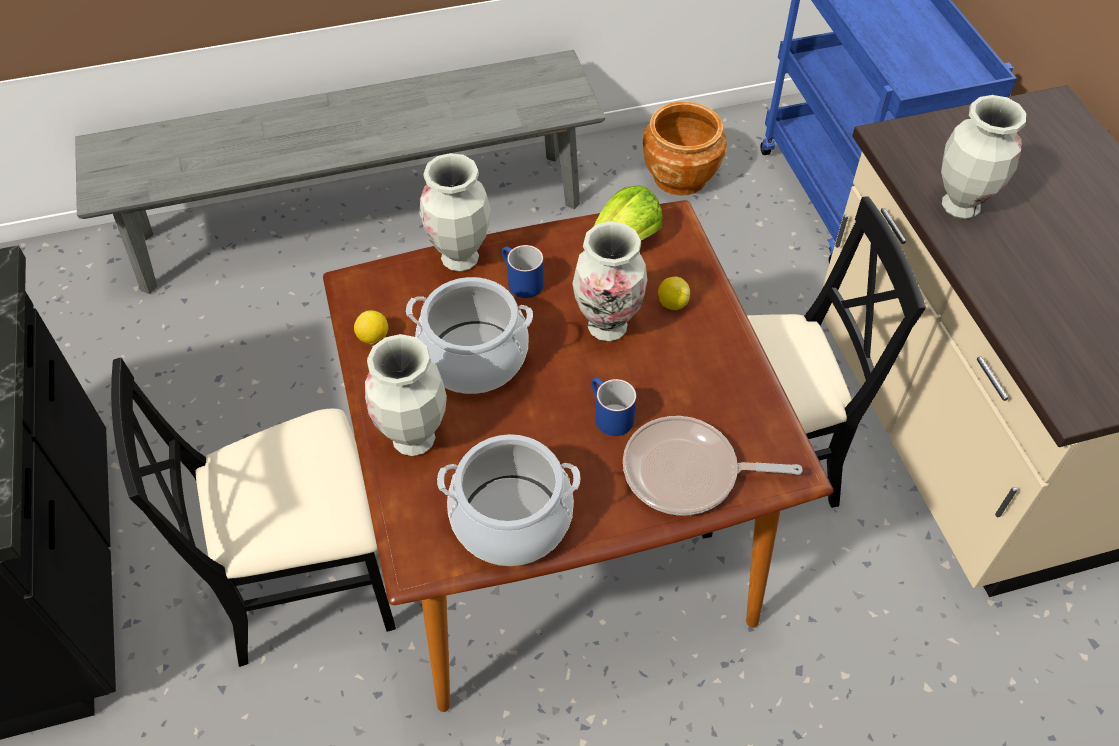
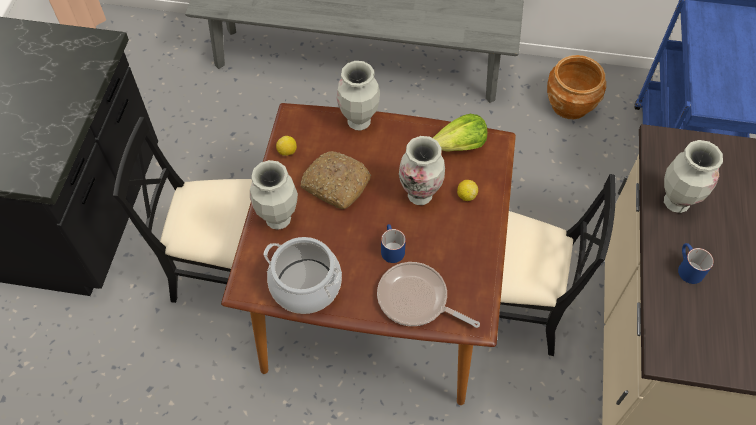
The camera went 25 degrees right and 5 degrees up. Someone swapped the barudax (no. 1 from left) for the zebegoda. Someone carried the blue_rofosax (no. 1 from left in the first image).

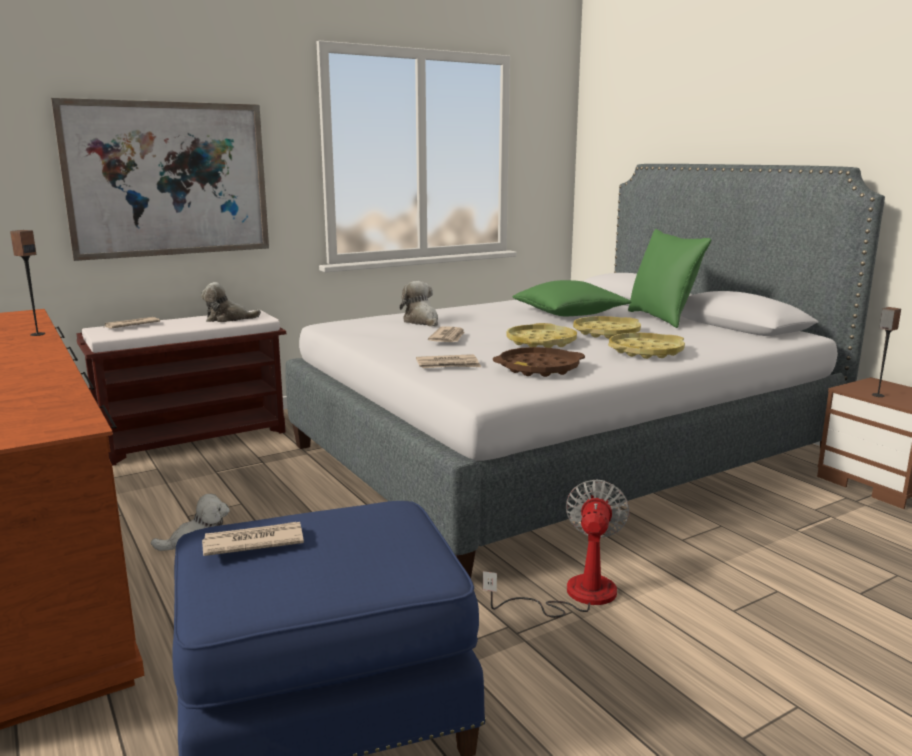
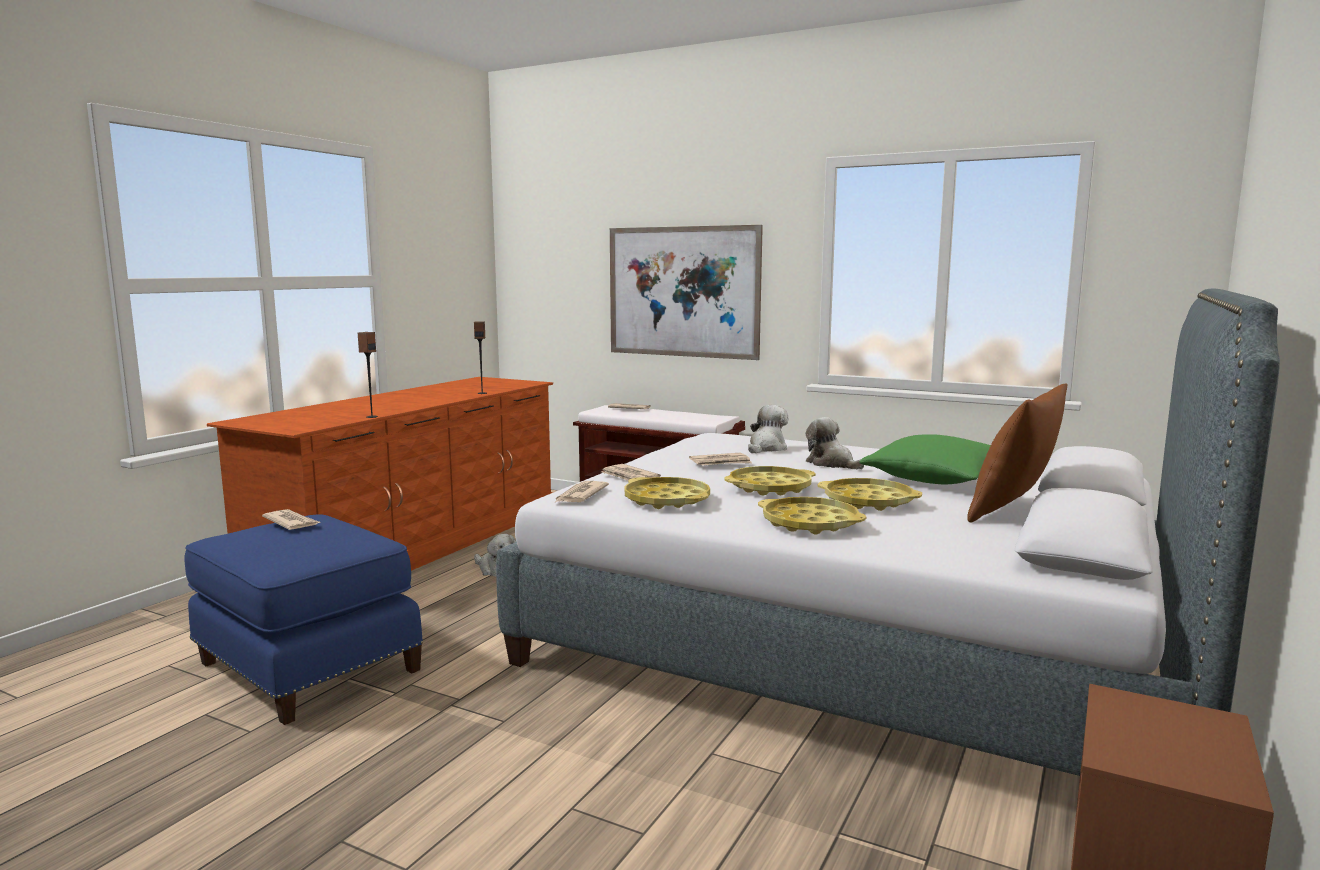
The camera went 60 degrees right and 5 degrees down. Someone carried the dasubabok (no. 2 from left in the first image). Someone took away the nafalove. Someone repainted the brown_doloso, which became the yellow_doloso (no. 1 from left). Someone repainted the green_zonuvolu (no. 2 from left), which became the brown_zonuvolu. Someone carried the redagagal (no. 2 from left in the first image). Someone put down the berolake (no. 2 from left).

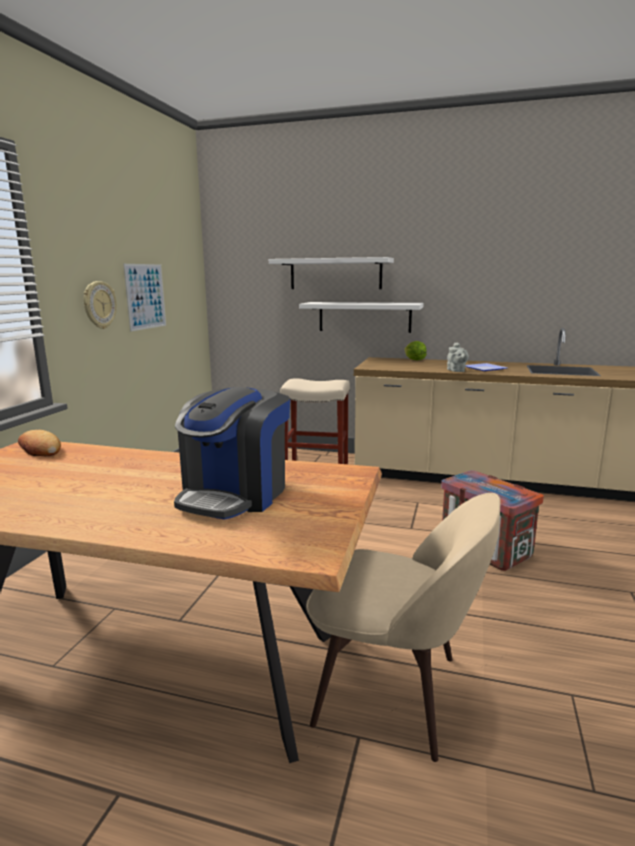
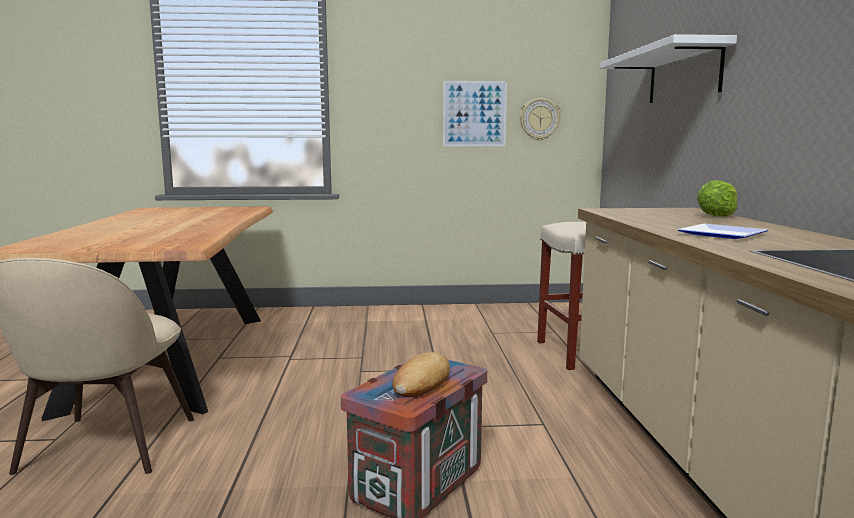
The camera went 70 degrees right and 5 degrees down. Someone carried the zebegoda. Someone carried the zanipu. Someone took away the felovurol. Someone took away the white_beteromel (no. 2 from left). Someone took away the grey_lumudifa.

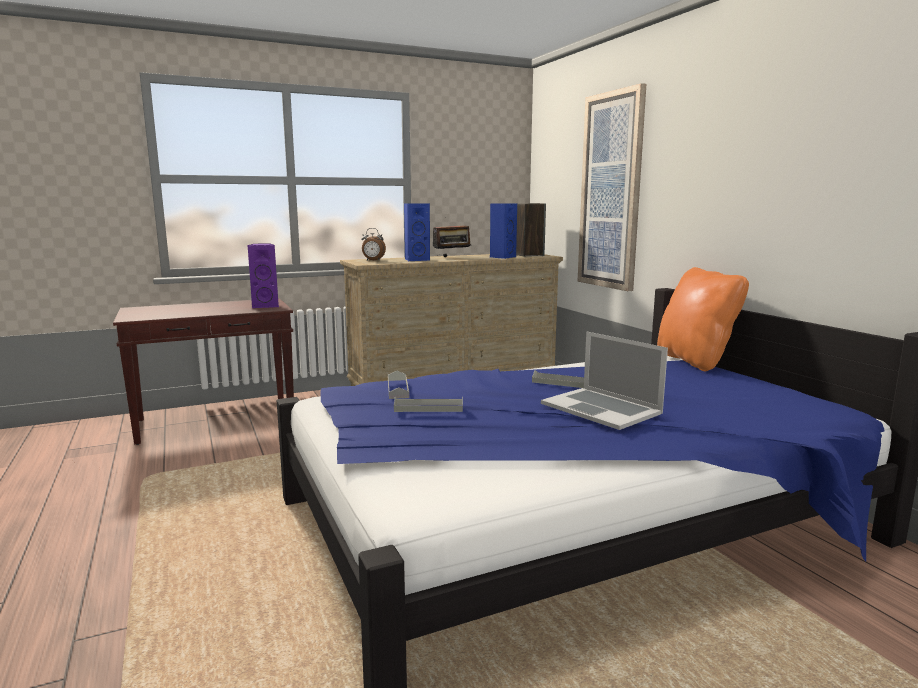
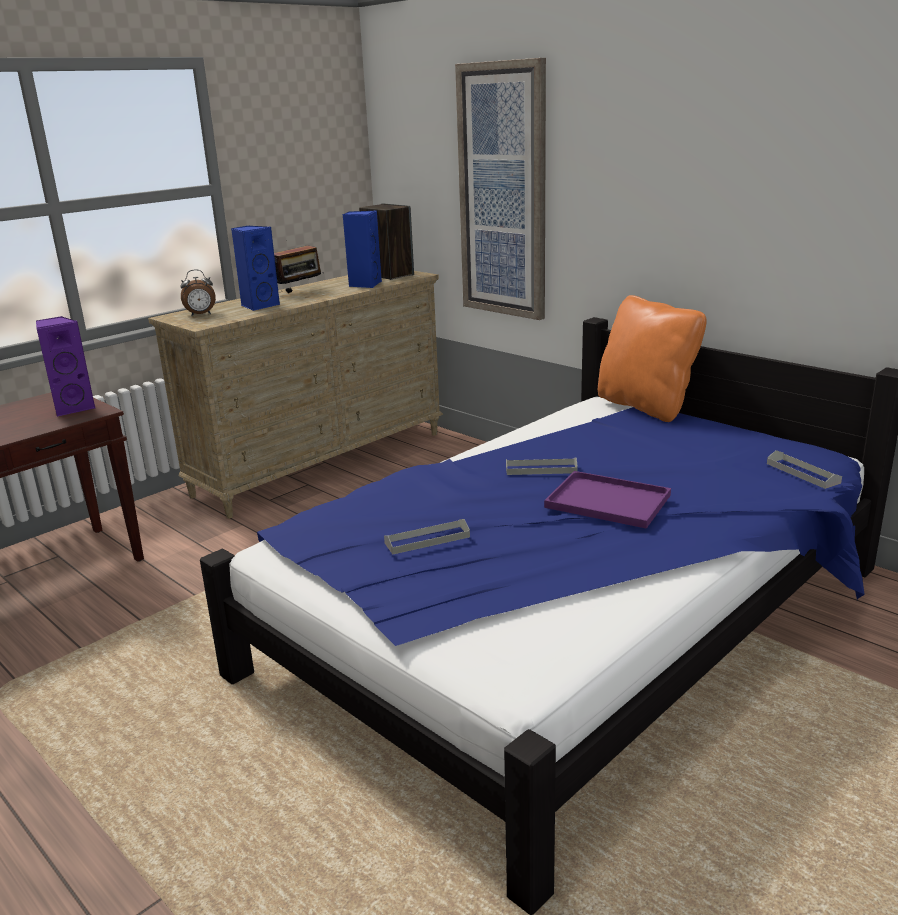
The camera went 20 degrees left and 10 degrees up. Someone carried the grey_doloso (no. 1 from left in the first image). Someone swapped the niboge for the purple_doloso.

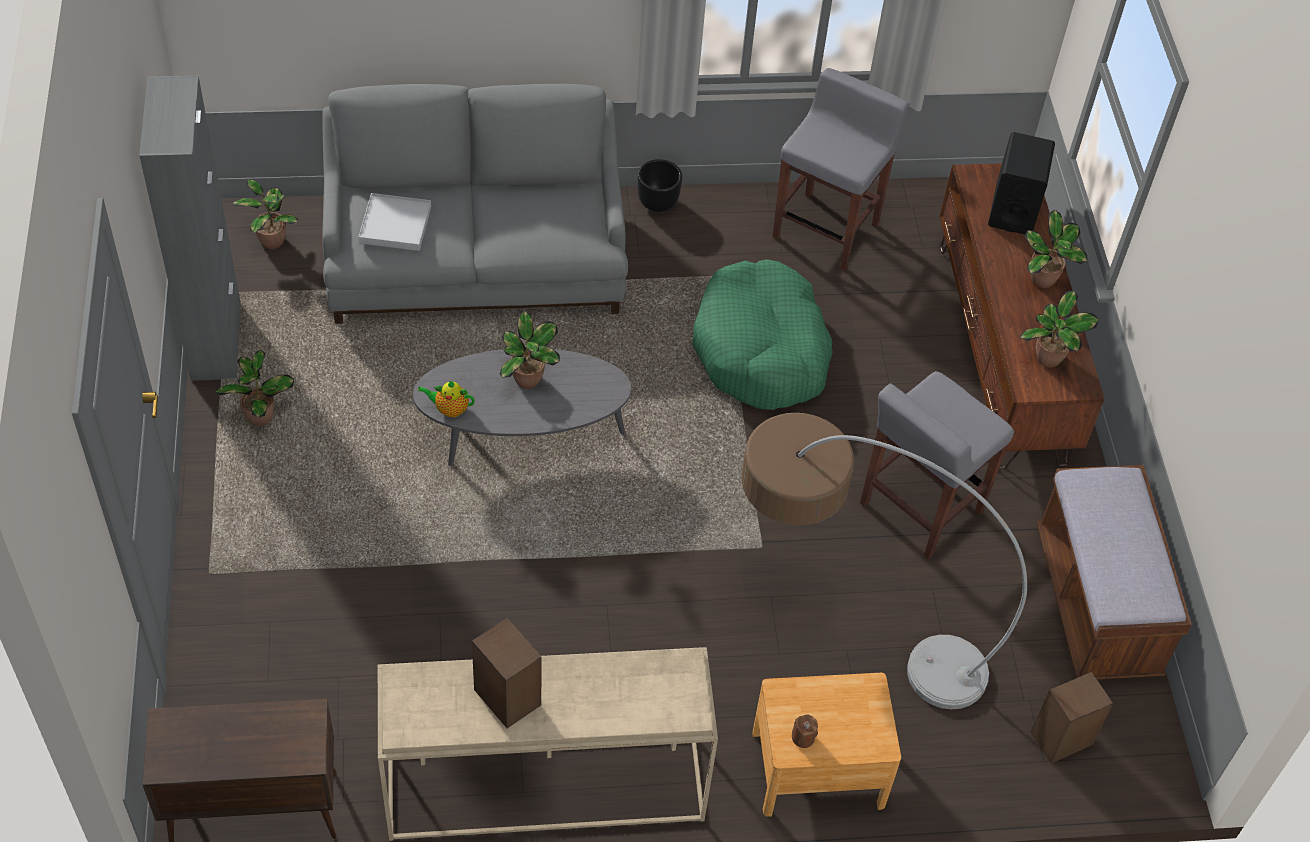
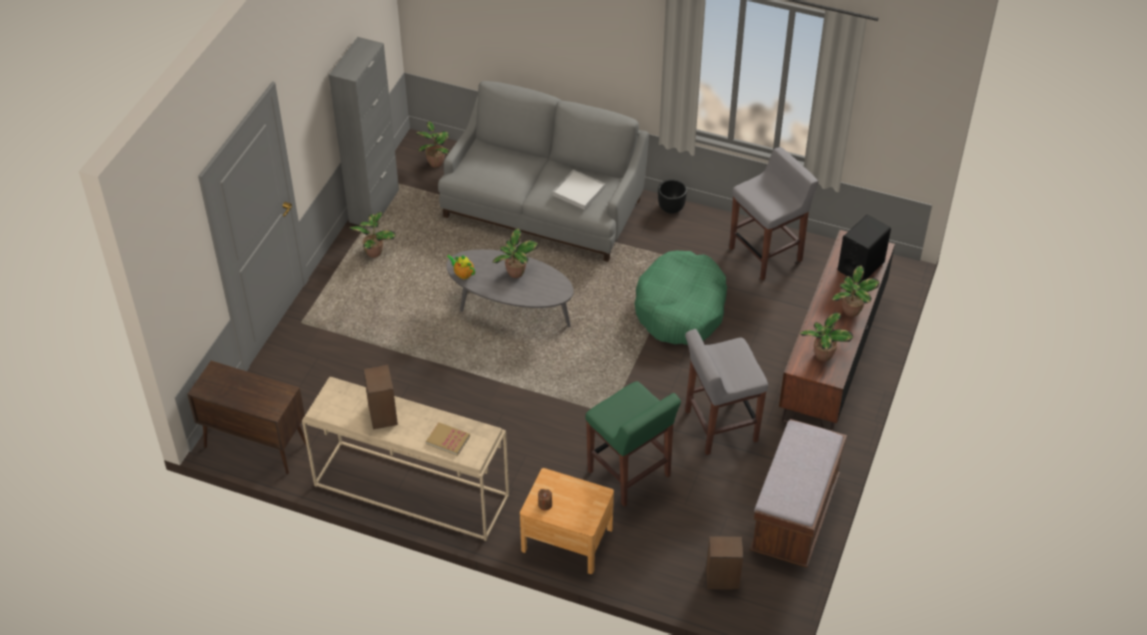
The camera went 30 degrees right and 5 degrees down. Someone carried the white_doloso. Someone swapped the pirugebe for the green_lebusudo. Someone put down the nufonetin.

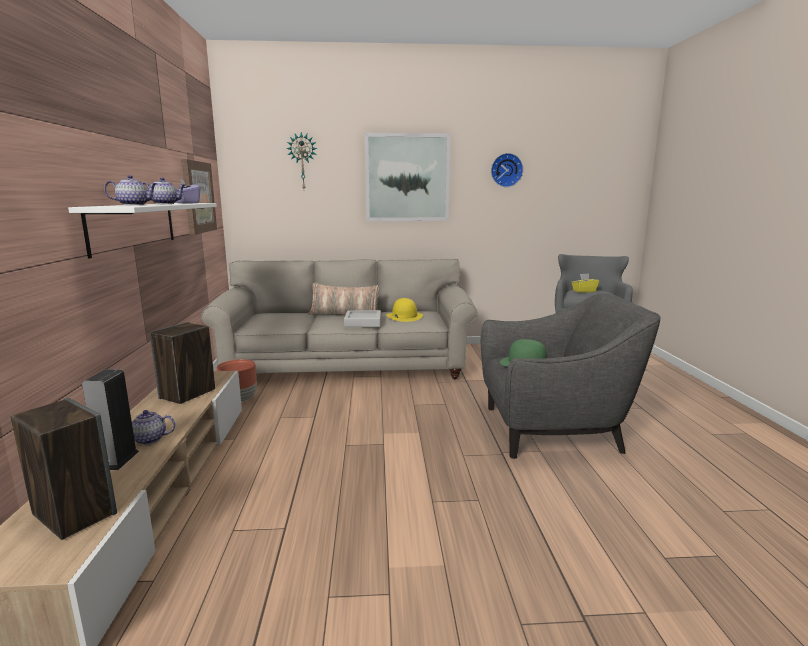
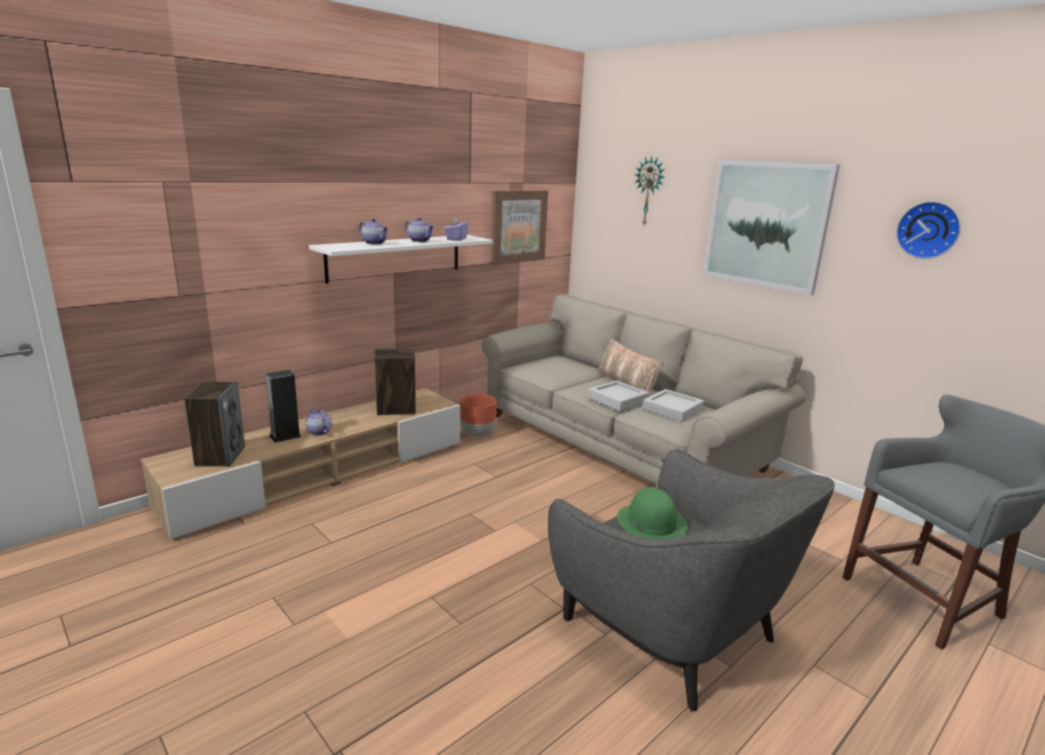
The camera went 50 degrees right and 5 degrees up. Someone swapped the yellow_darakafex for the grey_doloso (no. 2 from left). Someone took away the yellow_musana.

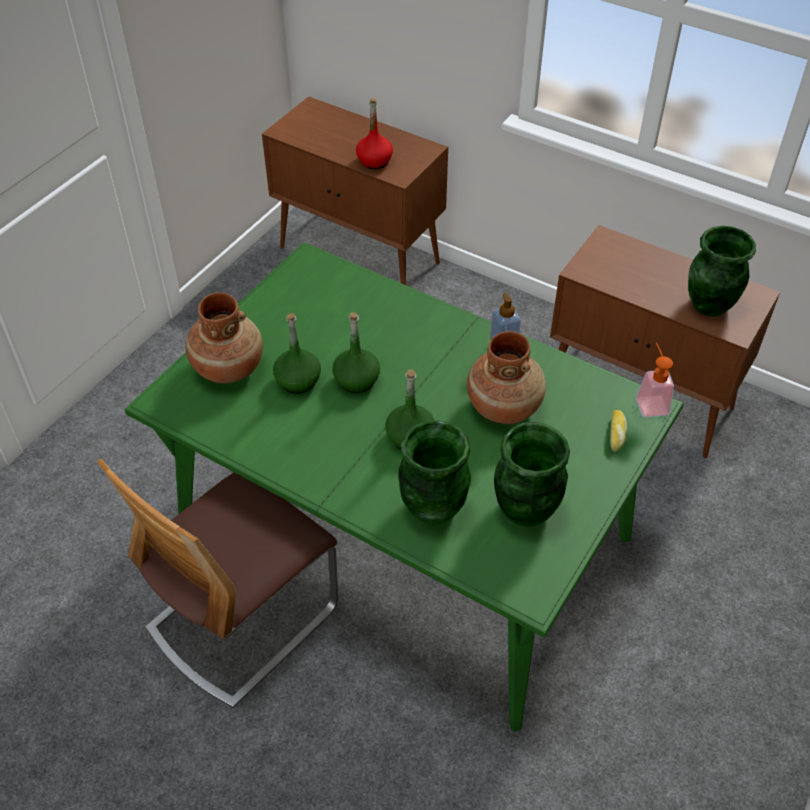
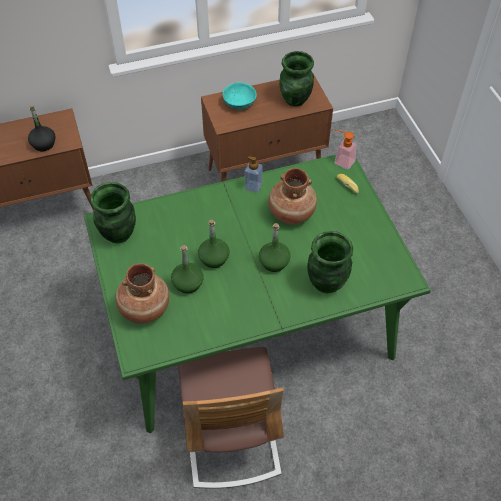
The camera went 50 degrees left and 5 degrees up. Someone repainted the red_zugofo, which became the black_zugofo. Someone carried the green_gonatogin (no. 2 from left in the first image). Someone put down the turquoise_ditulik.

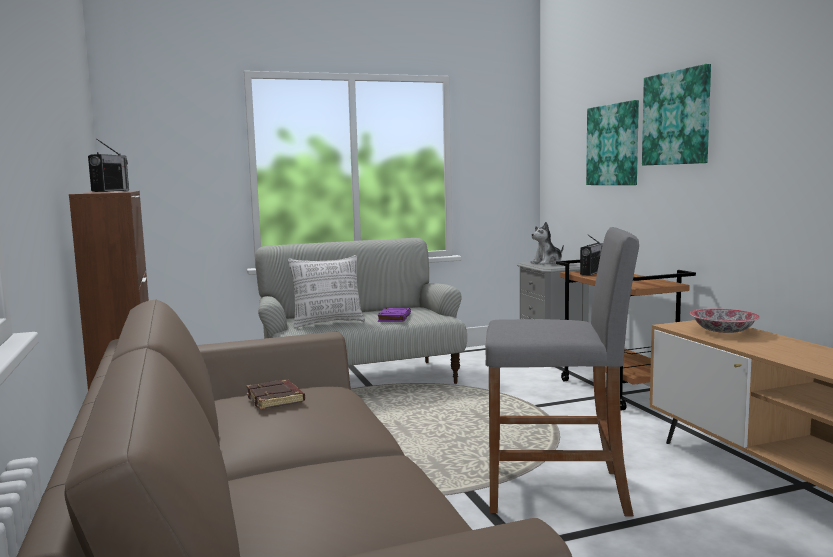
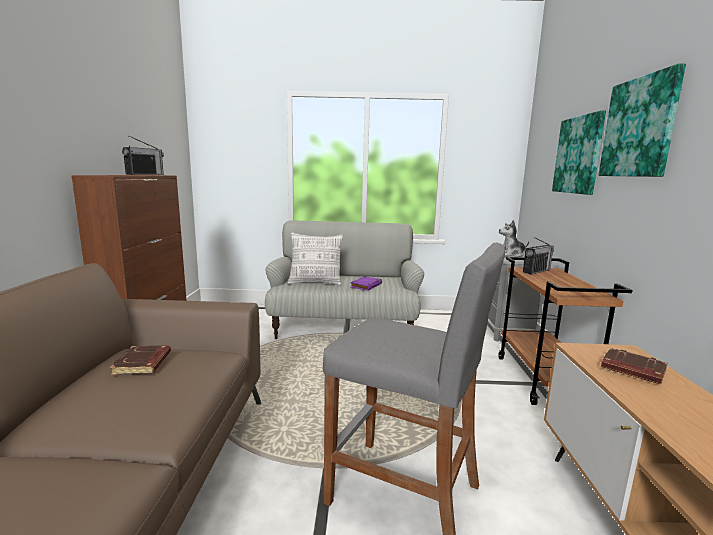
The camera went 20 degrees right and 5 degrees up. Someone swapped the ditulik for the brown_nufonetin (no. 2 from left).

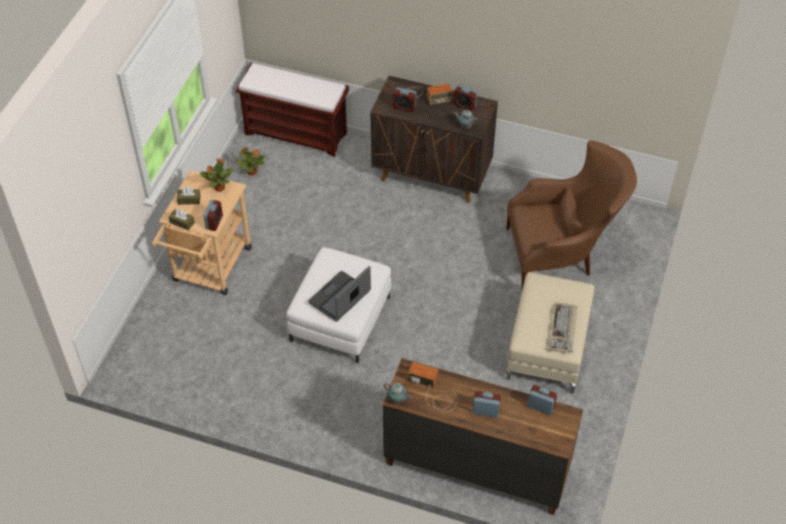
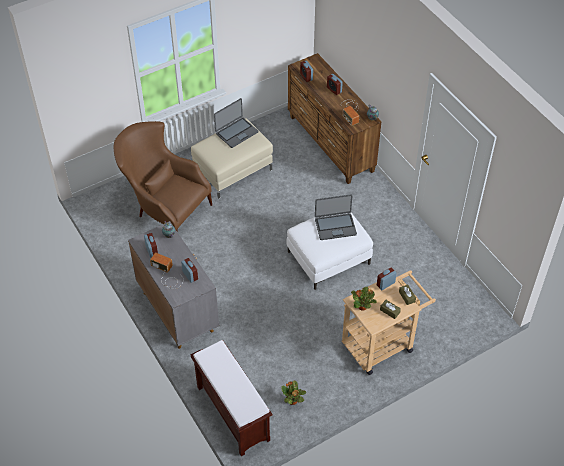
The camera went 140 degrees left and 0 degrees up. Someone repainted the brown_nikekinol, which became the grey_nikekinol. Someone swapped the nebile for the niboge (no. 1 from left).

